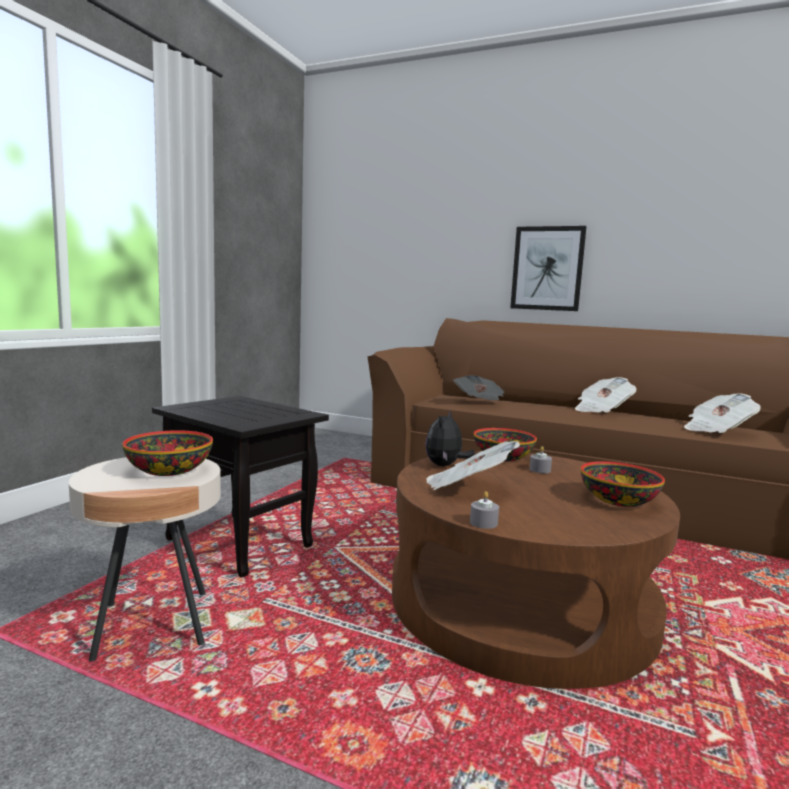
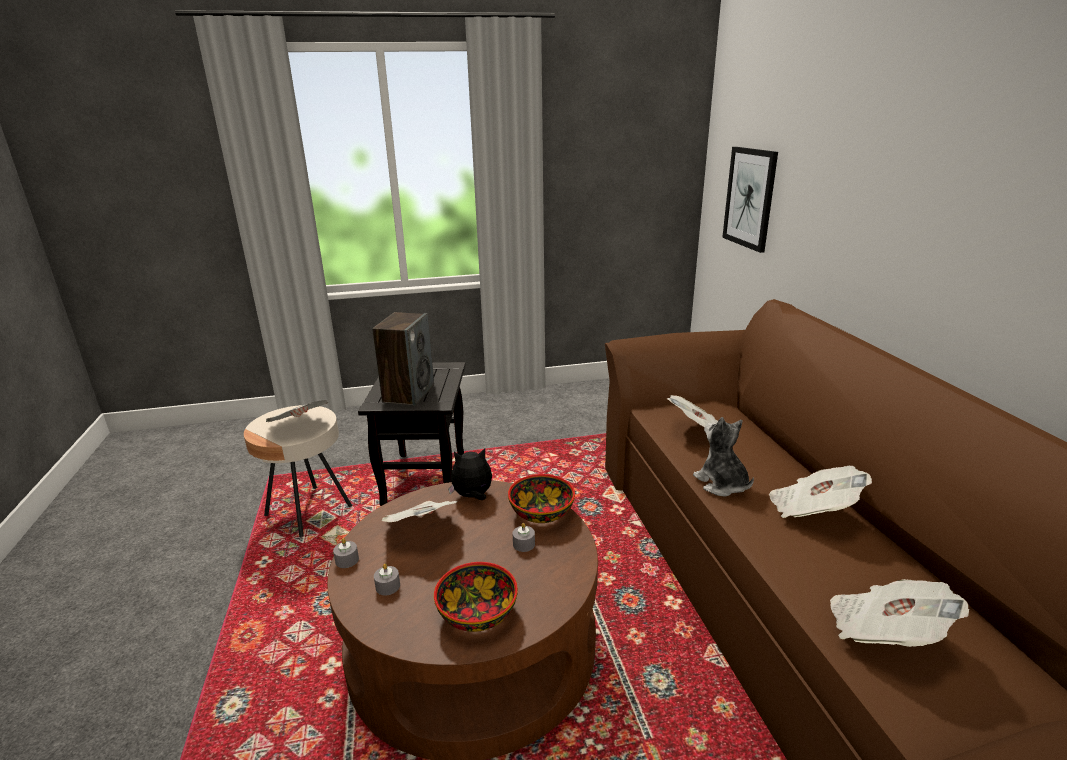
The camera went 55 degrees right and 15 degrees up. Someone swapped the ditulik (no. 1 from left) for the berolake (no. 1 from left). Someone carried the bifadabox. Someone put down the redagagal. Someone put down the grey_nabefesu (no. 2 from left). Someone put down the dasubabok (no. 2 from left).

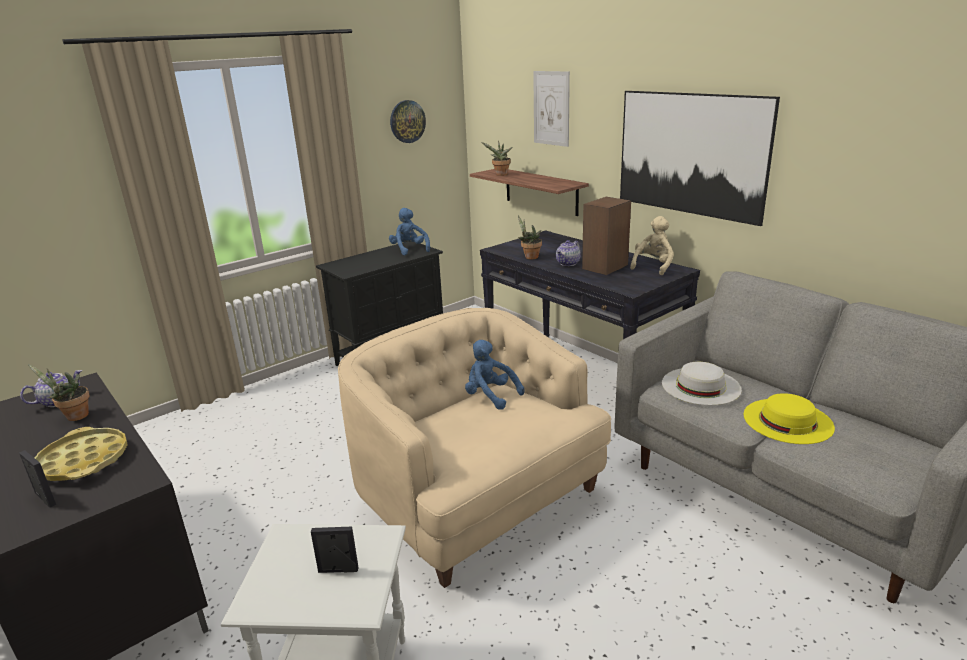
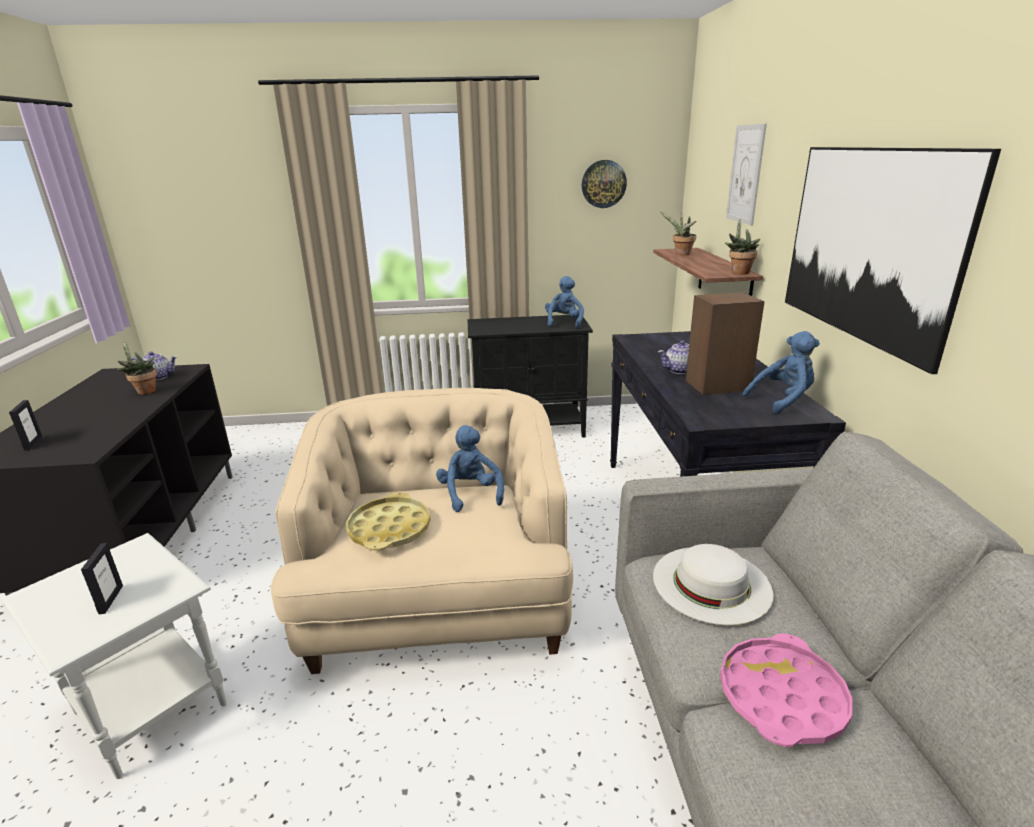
The camera went 35 degrees right and 0 degrees up. Someone carried the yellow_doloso. Someone rotated the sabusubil (no. 2 from left) by 45 degrees clockwise. Someone carried the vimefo (no. 3 from left). Someone repainted the beige_dasubabok, which became the blue_dasubabok (no. 3 from left). Someone swapped the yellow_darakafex for the pink_doloso.

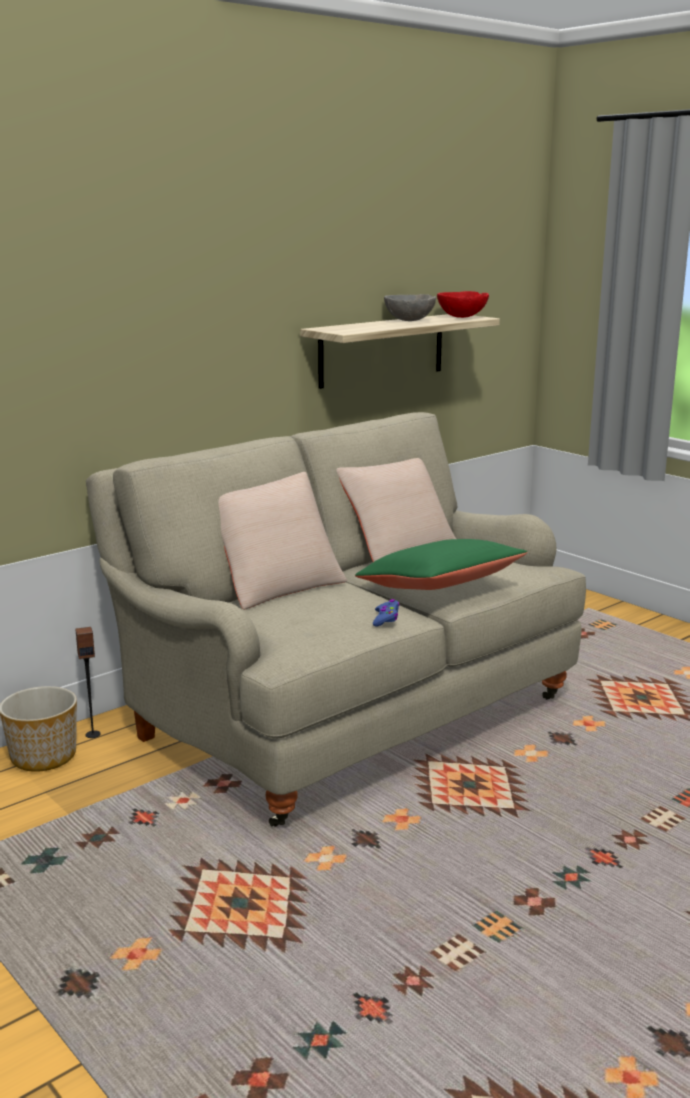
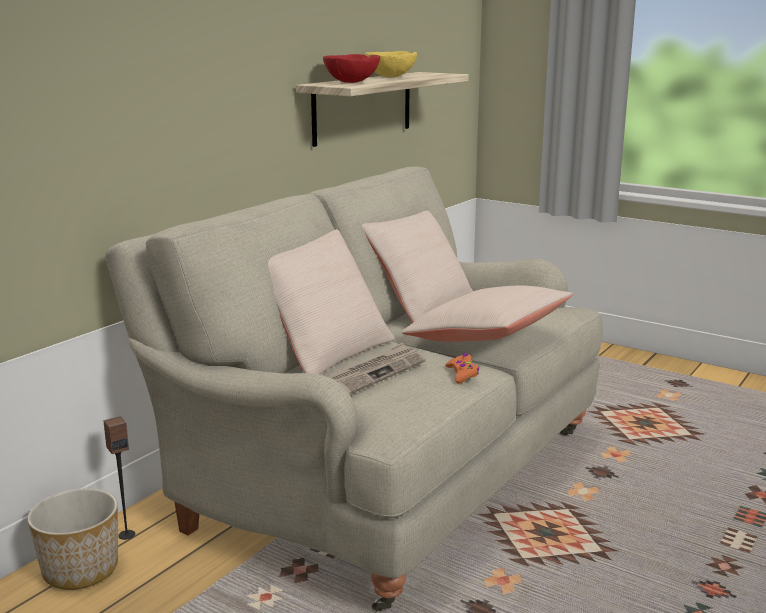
The camera went 15 degrees left and 0 degrees up. Someone repainted the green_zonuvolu, which became the beige_zonuvolu (no. 3 from left). Someone repainted the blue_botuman, which became the orange_botuman. Someone repainted the grey_ditulik, which became the yellow_ditulik. Someone carried the red_ditulik. Someone put down the berolake.

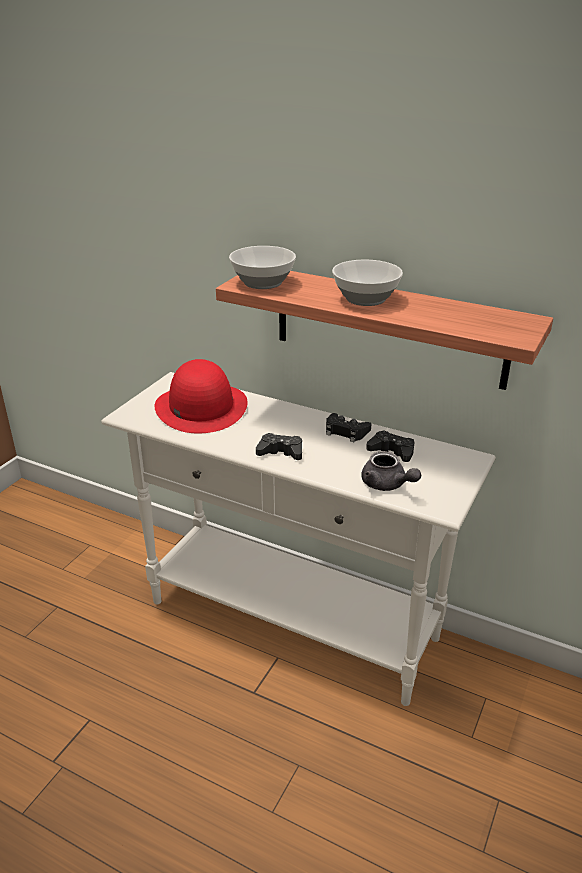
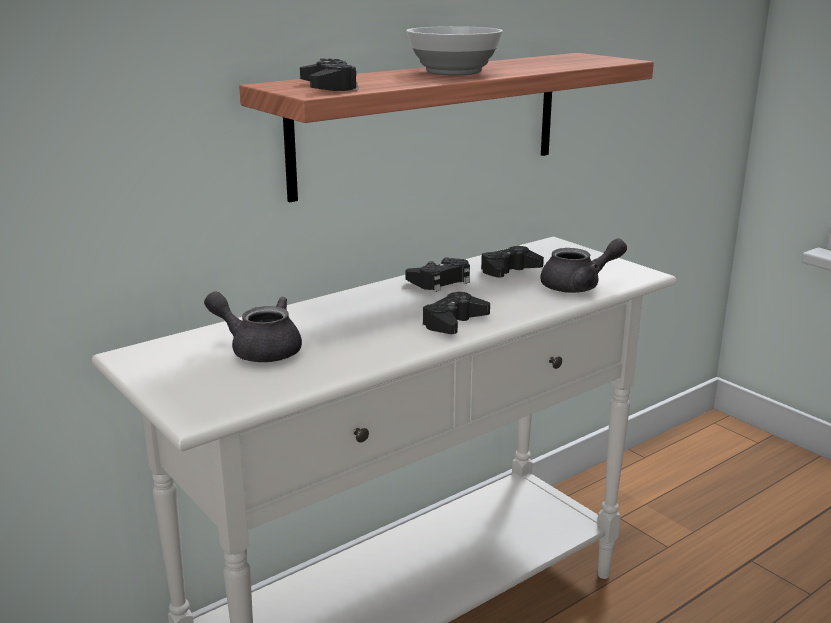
The camera went 65 degrees left and 10 degrees down. Someone swapped the red_darakafex for the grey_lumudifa (no. 1 from left). Someone swapped the ditulik (no. 1 from left) for the black_botuman (no. 1 from left).

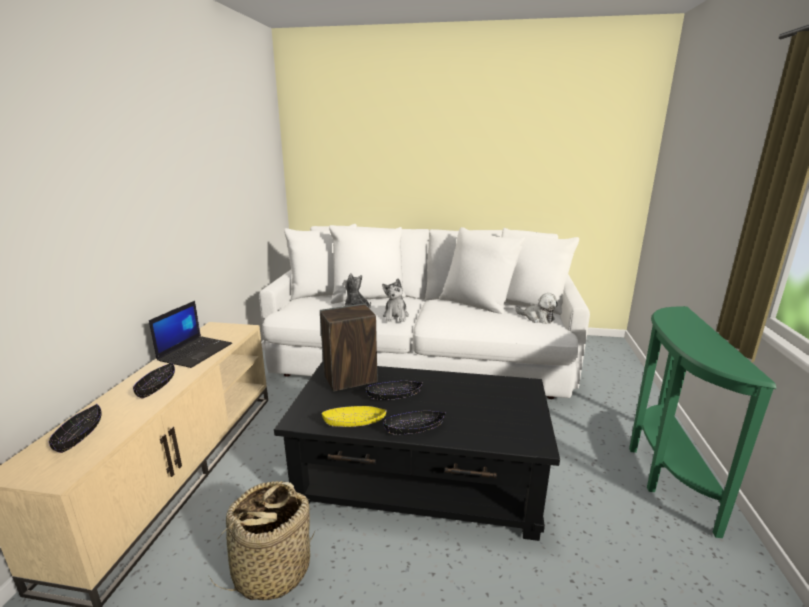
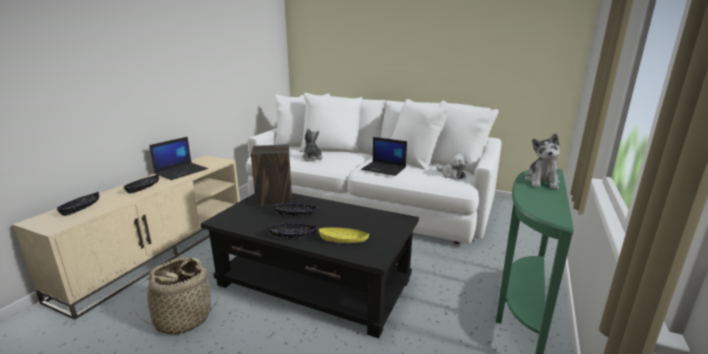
The camera went 15 degrees right and 0 degrees up. Someone carried the yellow_ditulik. Someone carried the dasubabok (no. 2 from left in the first image). Someone put down the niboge (no. 2 from left).

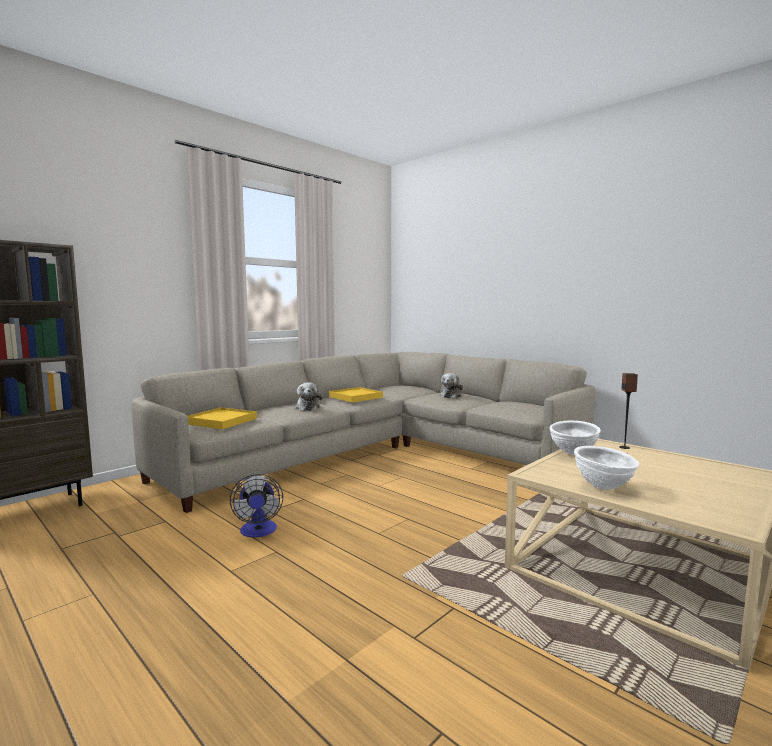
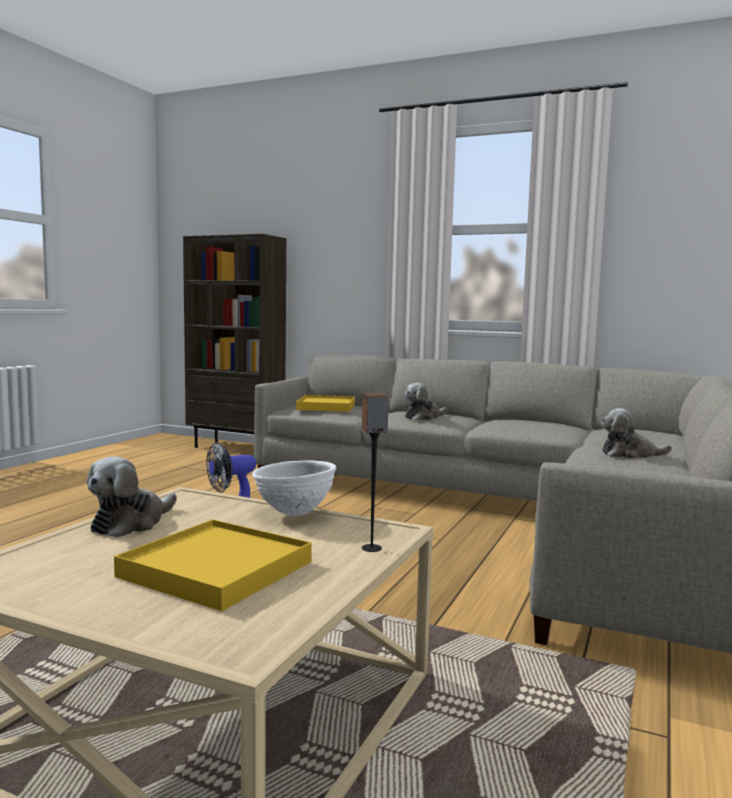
The camera went 70 degrees right and 0 degrees up. Someone carried the yellow_doloso (no. 2 from left in the first image). Someone swapped the white_ditulik (no. 2 from left) for the dasubabok (no. 1 from left).

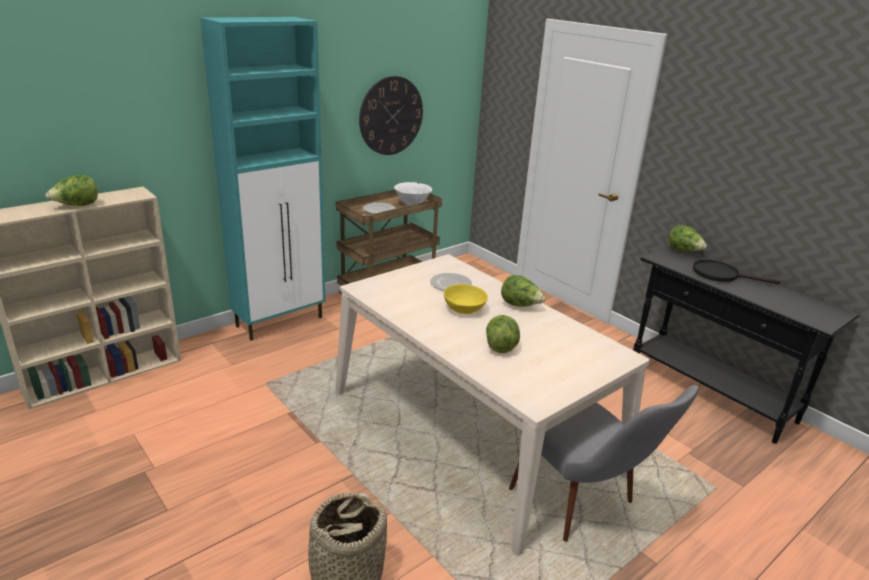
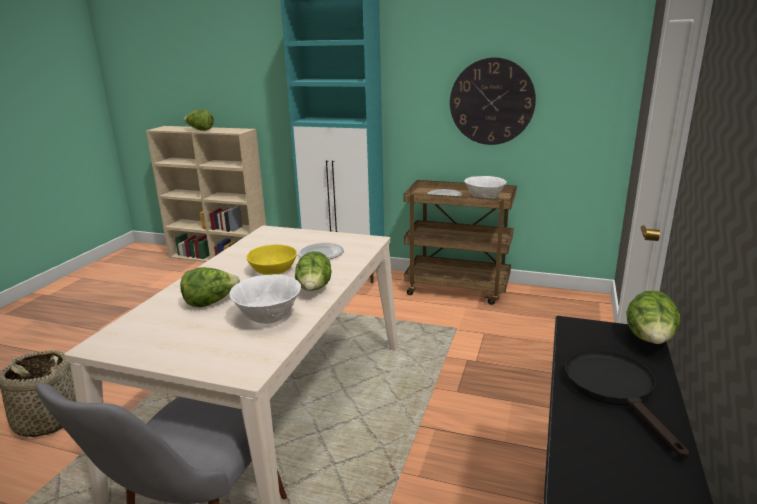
The camera went 60 degrees right and 5 degrees down. Someone put down the white_ditulik (no. 1 from left).

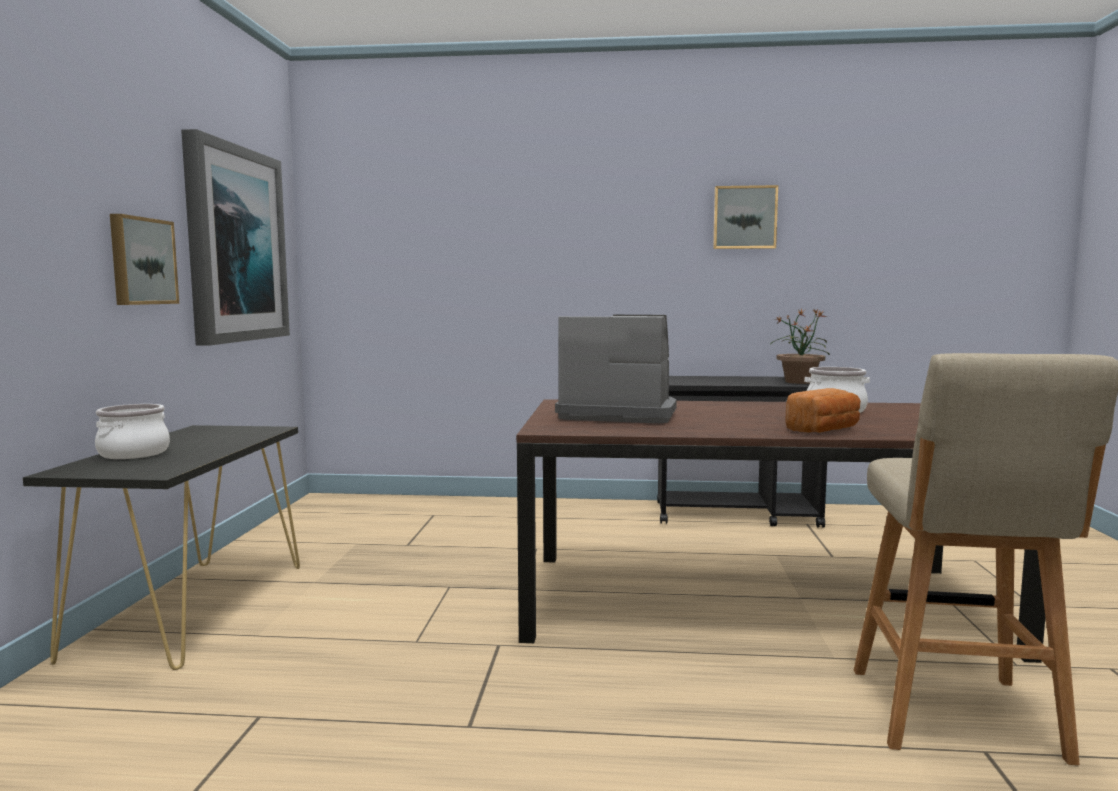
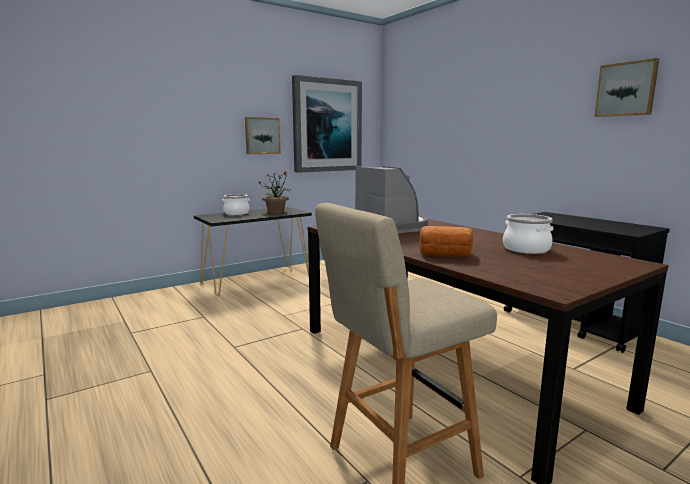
The camera went 50 degrees right and 5 degrees up. Someone carried the vimefo.

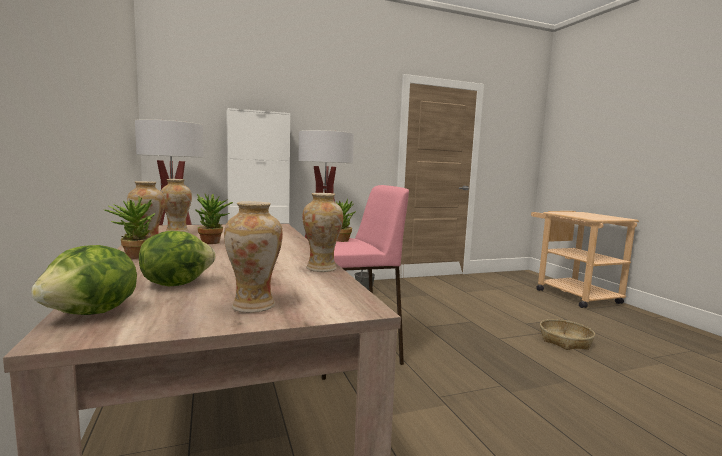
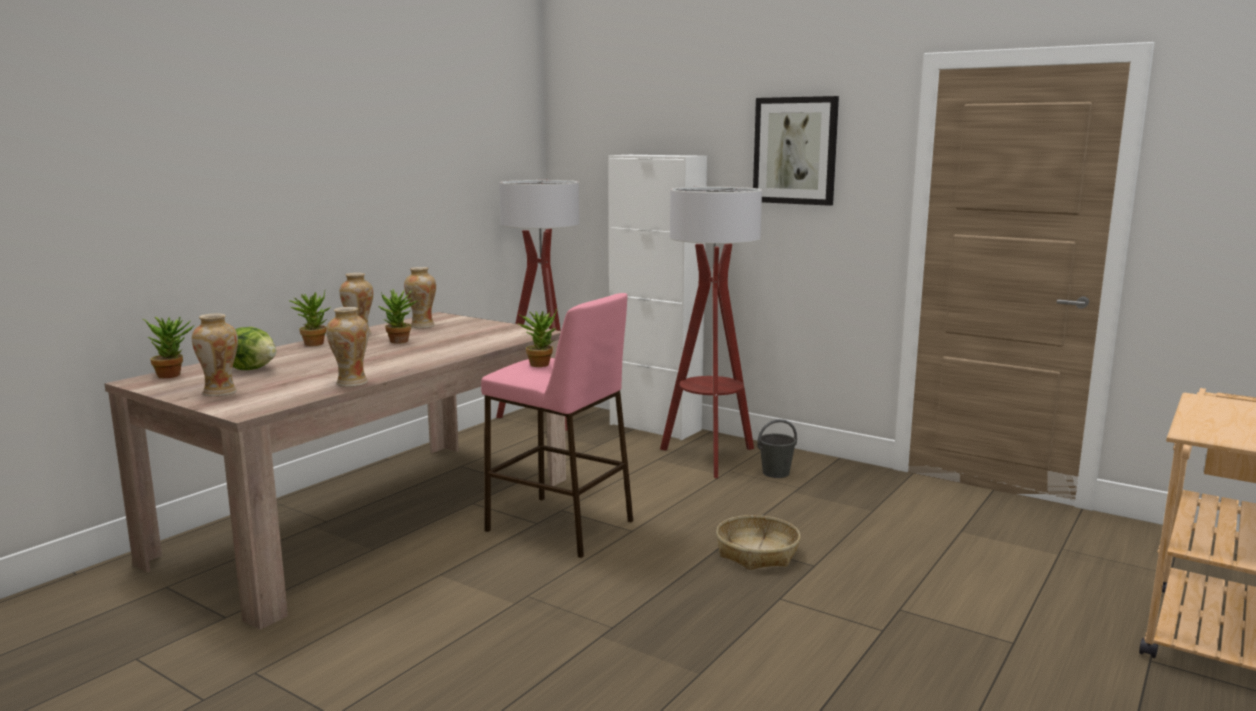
The camera went 55 degrees right and 5 degrees up. Someone swapped the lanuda (no. 1 from left) for the vimefo (no. 1 from left). Someone carried the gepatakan. Someone put up the bifadabox.

